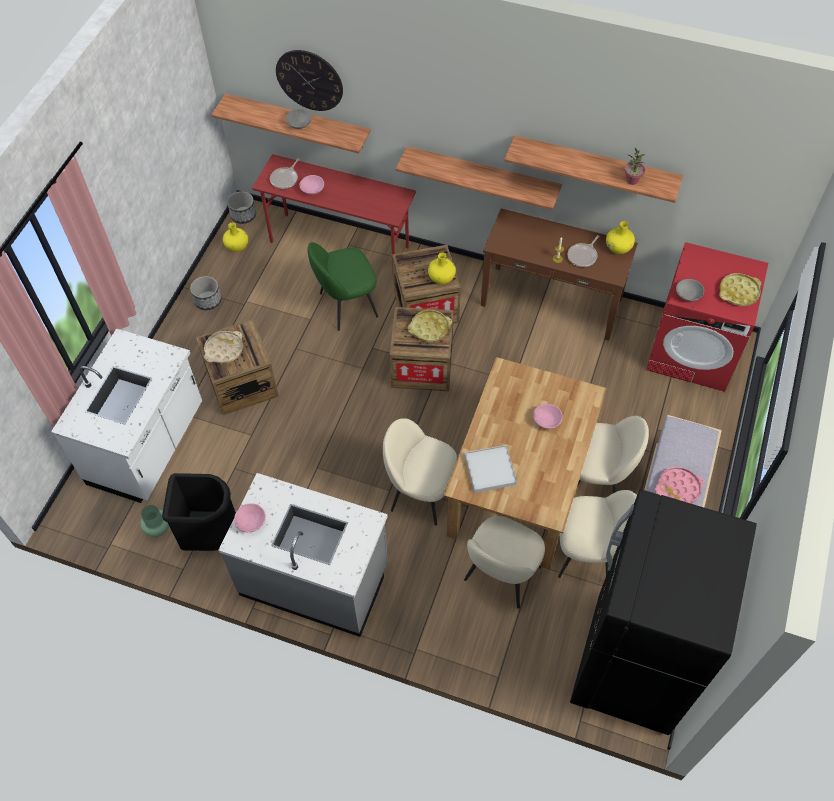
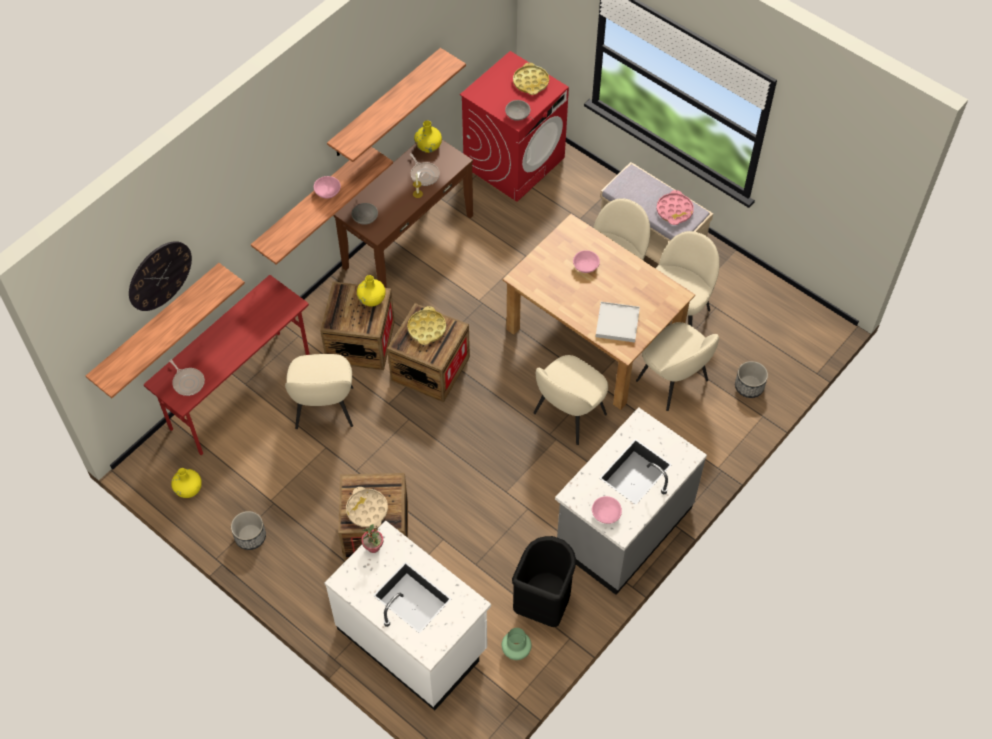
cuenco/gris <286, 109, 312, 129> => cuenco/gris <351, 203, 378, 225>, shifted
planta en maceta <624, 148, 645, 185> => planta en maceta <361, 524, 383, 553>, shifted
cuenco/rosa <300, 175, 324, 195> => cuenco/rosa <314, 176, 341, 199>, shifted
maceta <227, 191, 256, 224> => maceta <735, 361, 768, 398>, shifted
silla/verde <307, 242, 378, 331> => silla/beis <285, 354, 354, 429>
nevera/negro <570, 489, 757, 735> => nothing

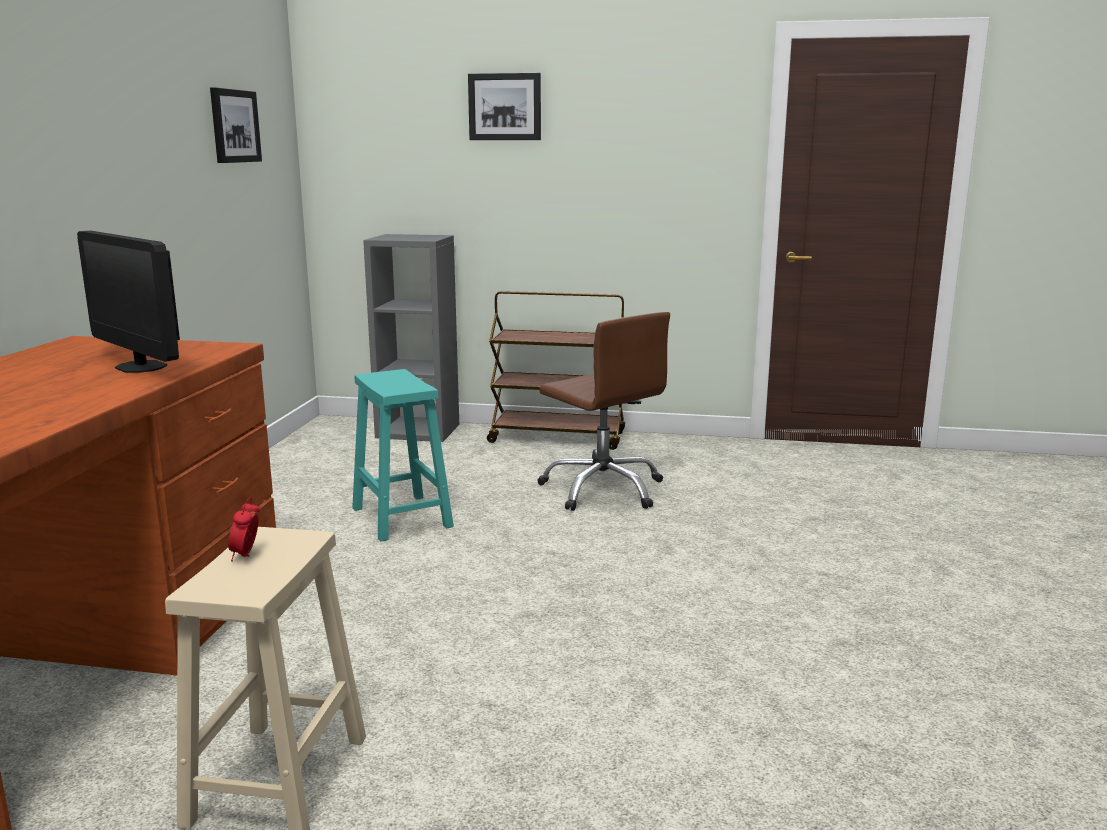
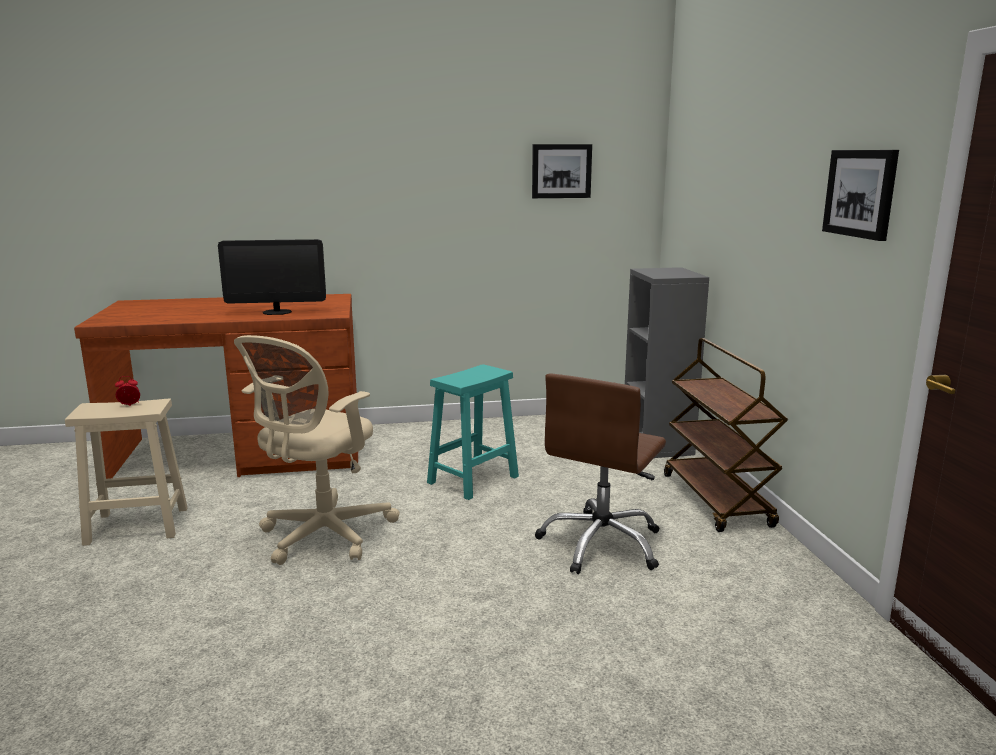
cuadro <468, 73, 541, 140> => cuadro <822, 150, 899, 241>, shifted
monitor <77, 231, 180, 373> => monitor <218, 239, 326, 315>, 120 degrees counterclockwise
nothing => silla de oficina/beis <234, 335, 400, 565>

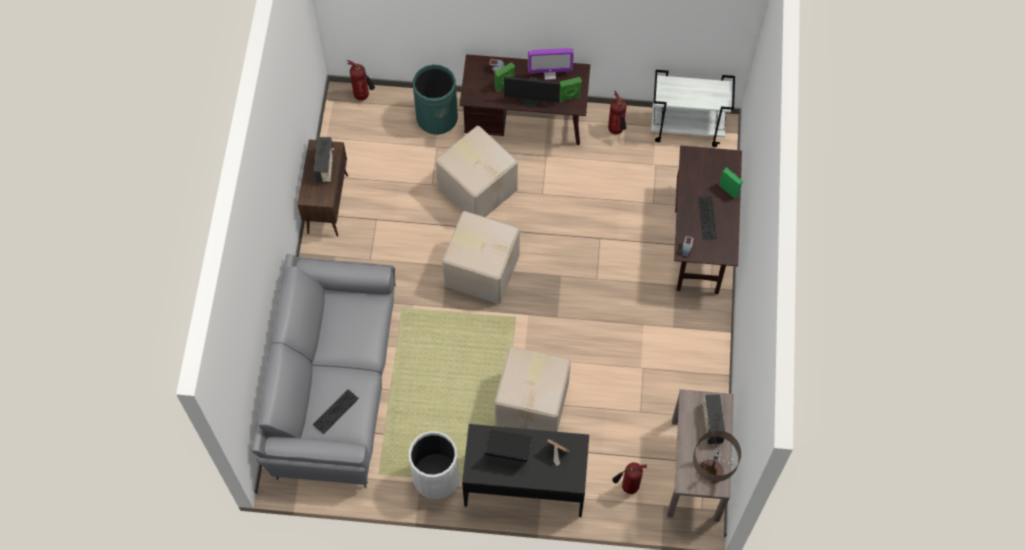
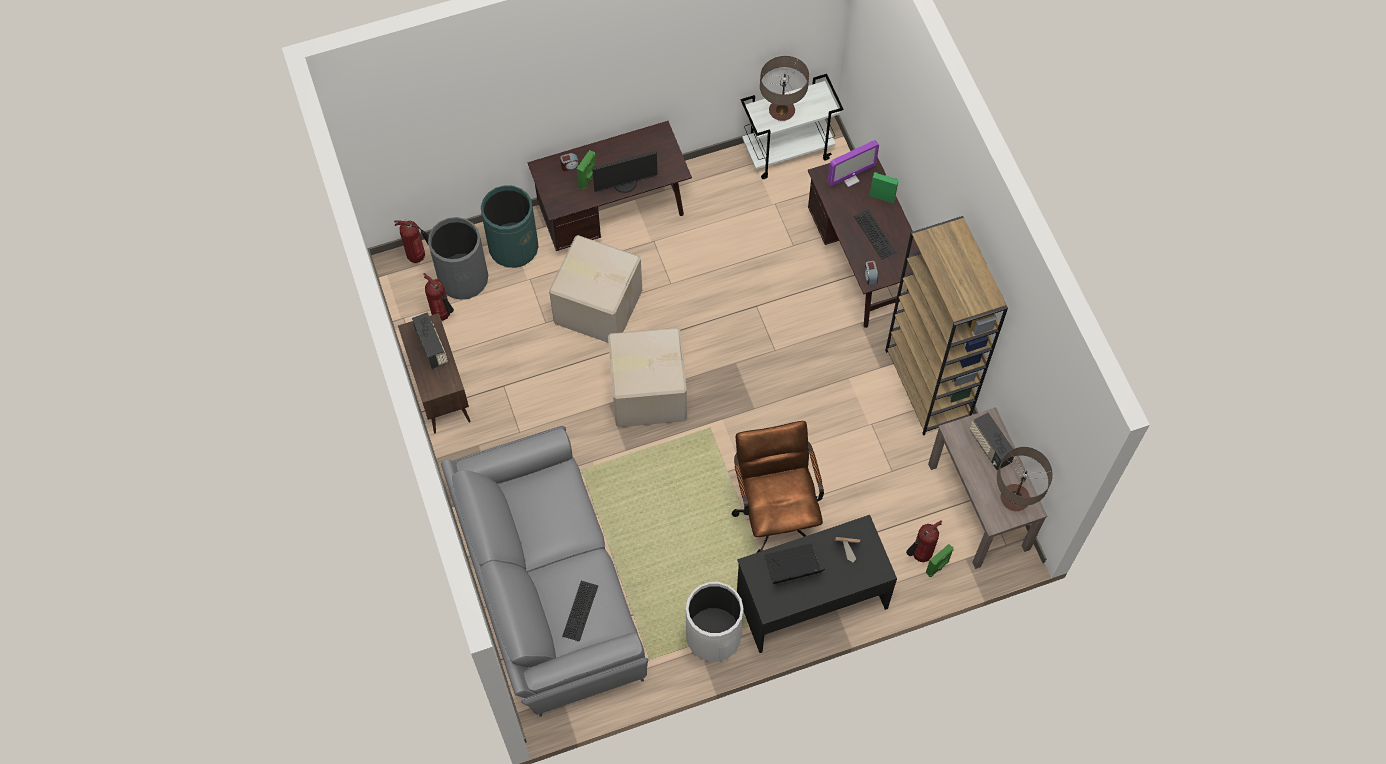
monitor <528, 48, 574, 80> => monitor <828, 140, 879, 187>, shifted
altavoz/verde <559, 77, 582, 102> => altavoz/verde <926, 544, 954, 577>, shifted
extintor <608, 91, 627, 134> => extintor <423, 273, 454, 321>, shifted
caja de cartón <495, 346, 571, 432> => silla de oficina/marrón <732, 421, 824, 552>
nothing => lámpara de mesa <760, 56, 809, 121>
nothing => estantería/marrón <885, 216, 1008, 436>
nothing => papelera/gris <428, 217, 488, 300>

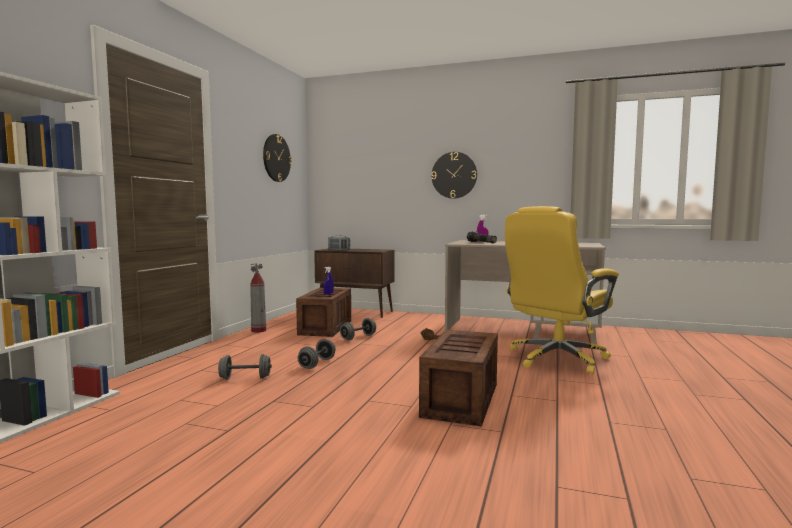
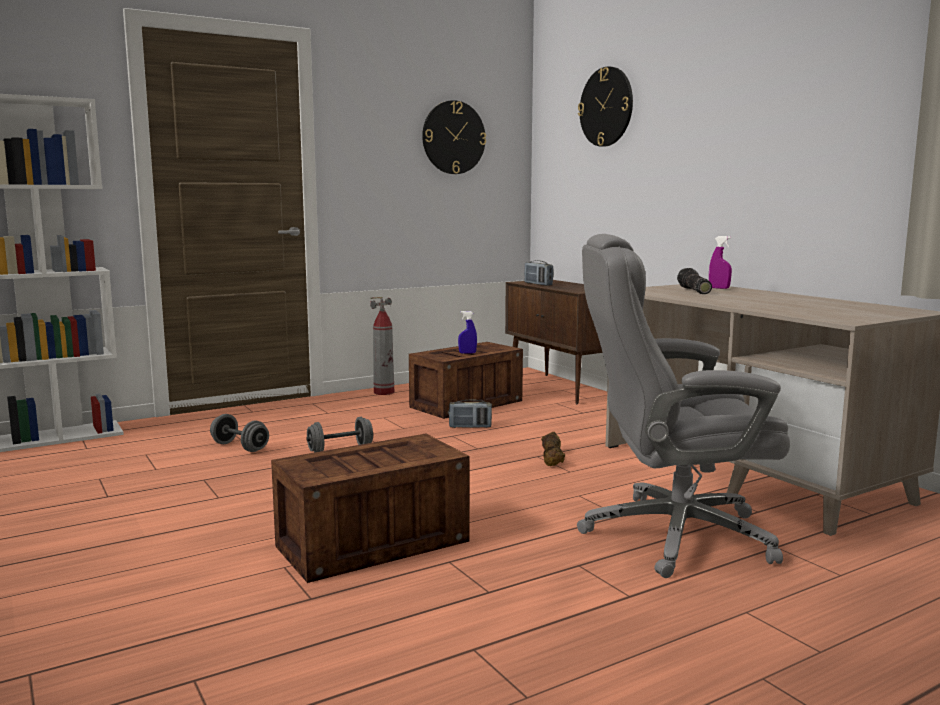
reloj de pared <431, 152, 477, 199> => reloj de pared <578, 66, 633, 147>, shifted
silla de oficina/amarillo <505, 206, 619, 374> => silla de oficina/gris <577, 234, 790, 578>
mancuerna/gris <340, 318, 376, 340> => radio <449, 399, 492, 428>

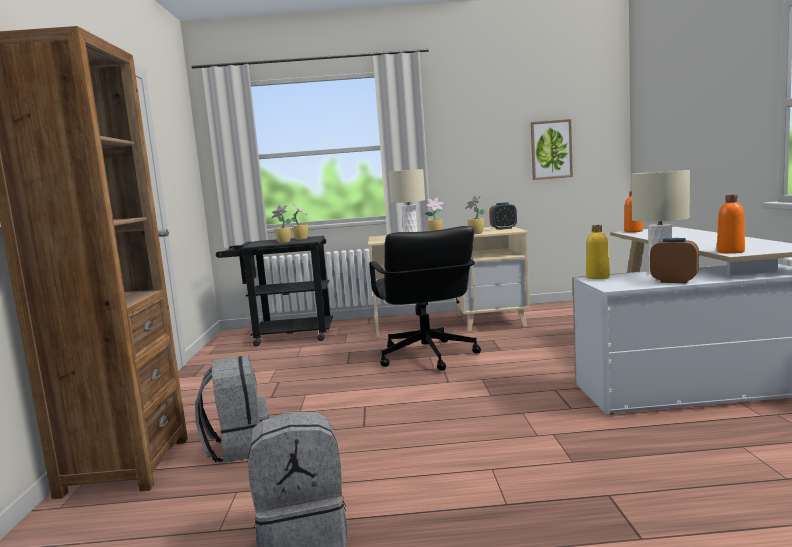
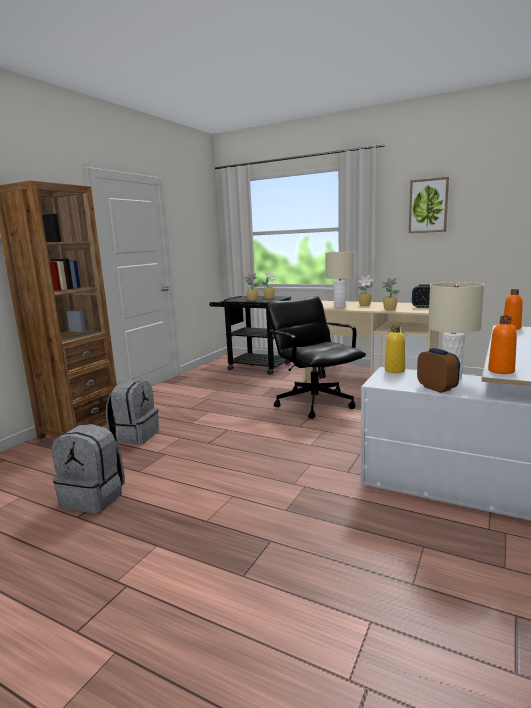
cuadro <531, 119, 573, 180> => cuadro <409, 177, 449, 233>, shifted
silla de oficina/negro <369, 226, 481, 371> => silla de oficina/negro <266, 296, 366, 419>, 135 degrees clockwise

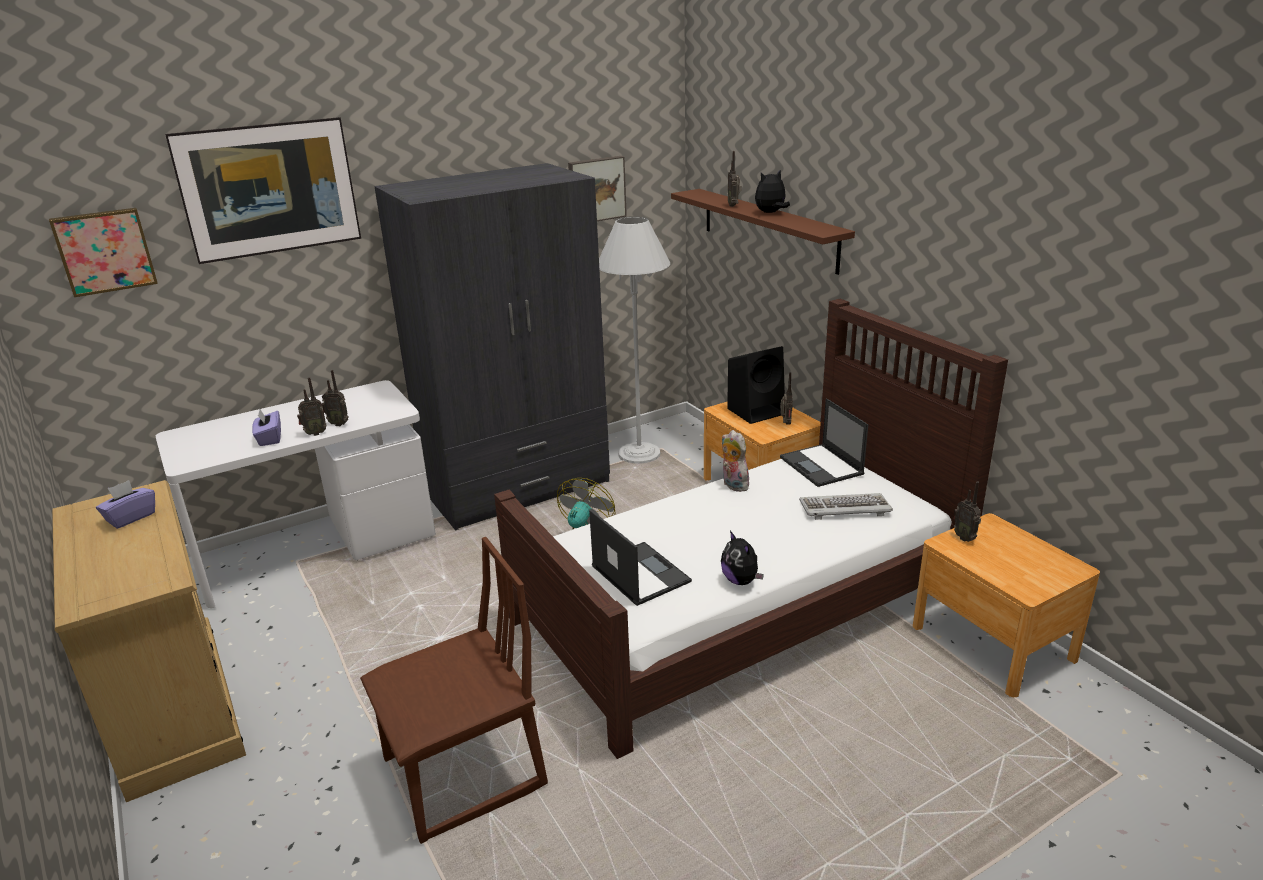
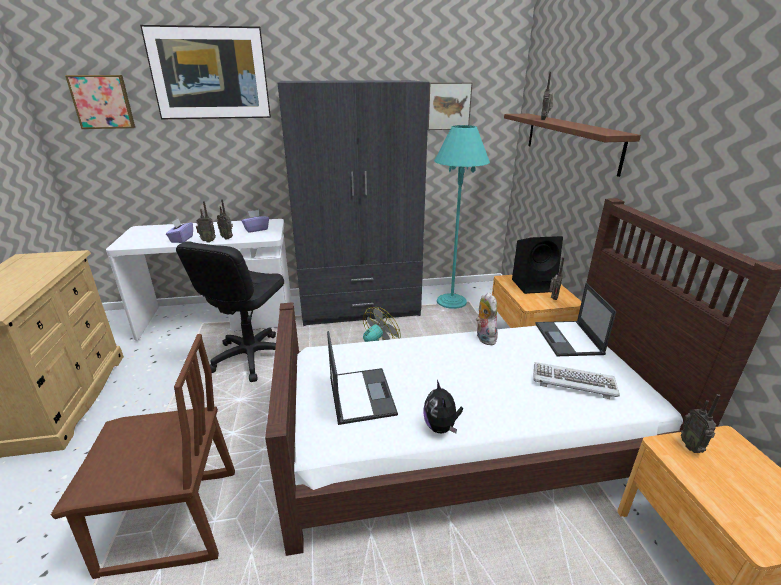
peluche <755, 169, 790, 213> => nothing
lámpara de pie/blanco <599, 216, 670, 464> => lámpara de pie/turquesa <434, 125, 490, 309>
caja de pañuelos/morado <96, 480, 155, 529> => caja de pañuelos/morado <241, 210, 269, 233>, shifted
nothing => silla de oficina/negro <176, 241, 284, 382>

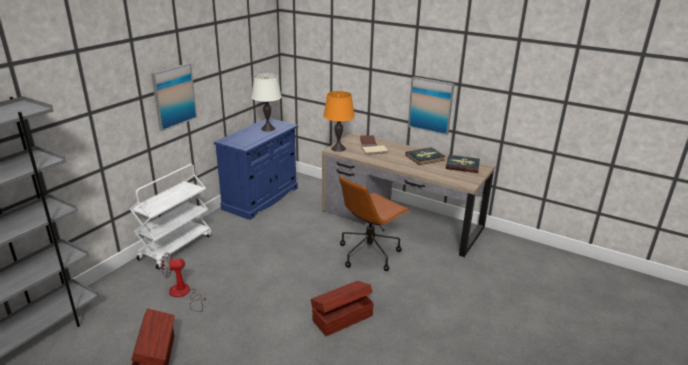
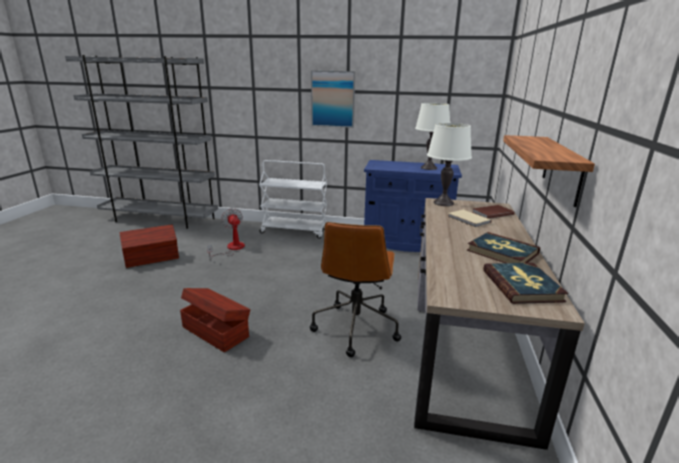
cuadro <408, 77, 454, 135> => estante <503, 135, 595, 207>
lámpara de mesa/naranja <323, 91, 355, 152> => lámpara de mesa/blanco <427, 123, 472, 206>
silla de oficina/marrón <339, 175, 410, 271> => silla de oficina/marrón <310, 222, 401, 357>, 105 degrees counterclockwise

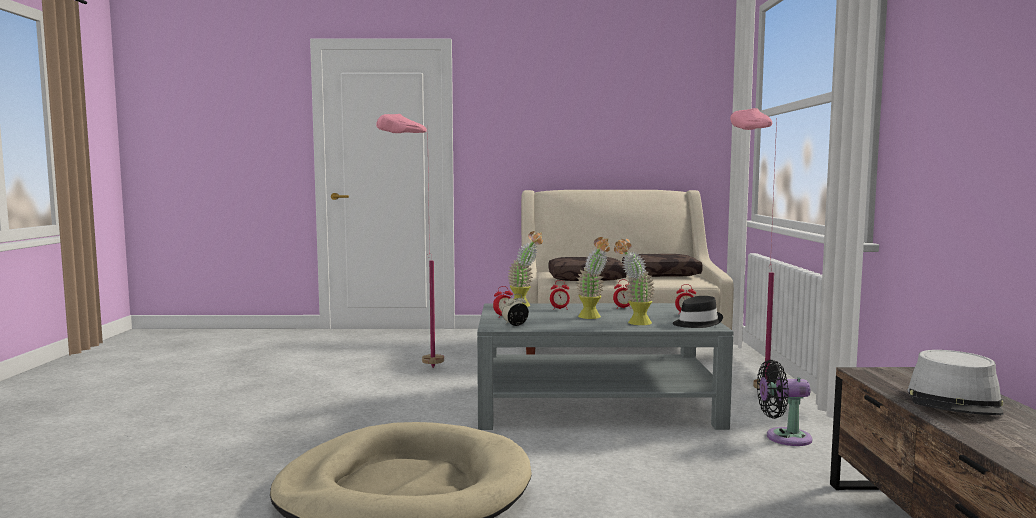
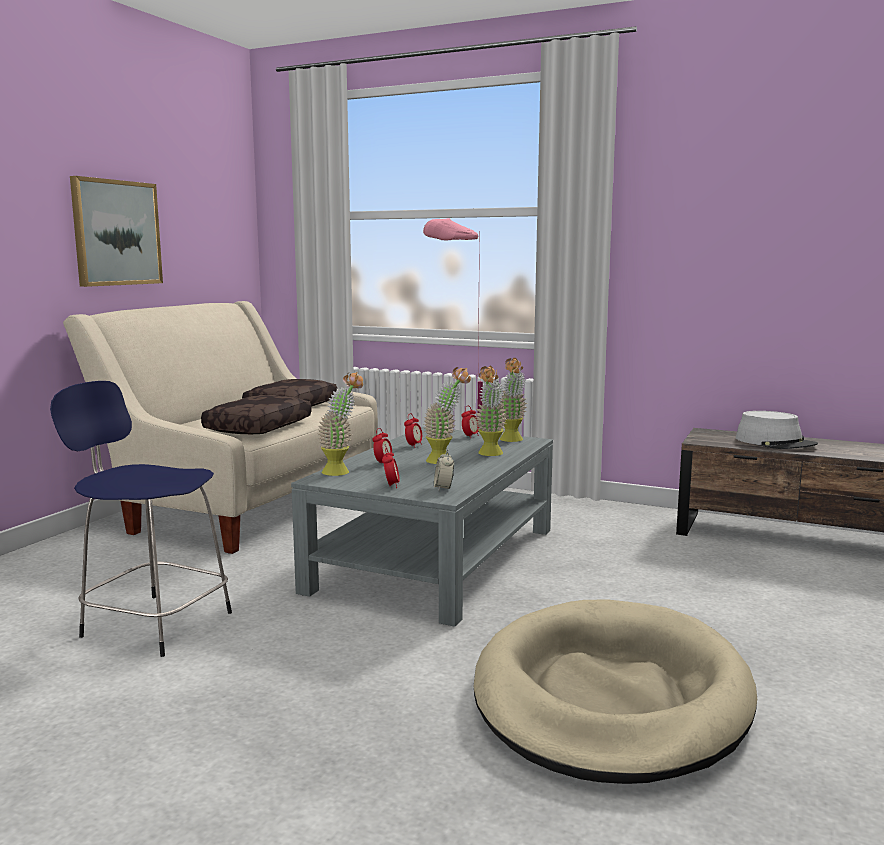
lámpara de pie/rosa <376, 114, 444, 368> => taburete/azul <50, 381, 232, 657>
sombrero/negro <673, 296, 723, 328> => planta en maceta <500, 358, 527, 442>
ventilador/negro <757, 360, 812, 446> => nothing
nothing => cuadro <70, 176, 163, 287>

